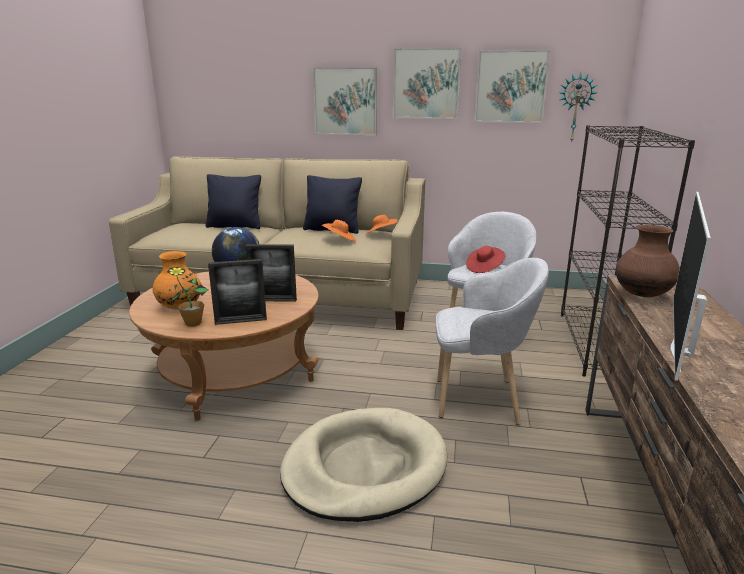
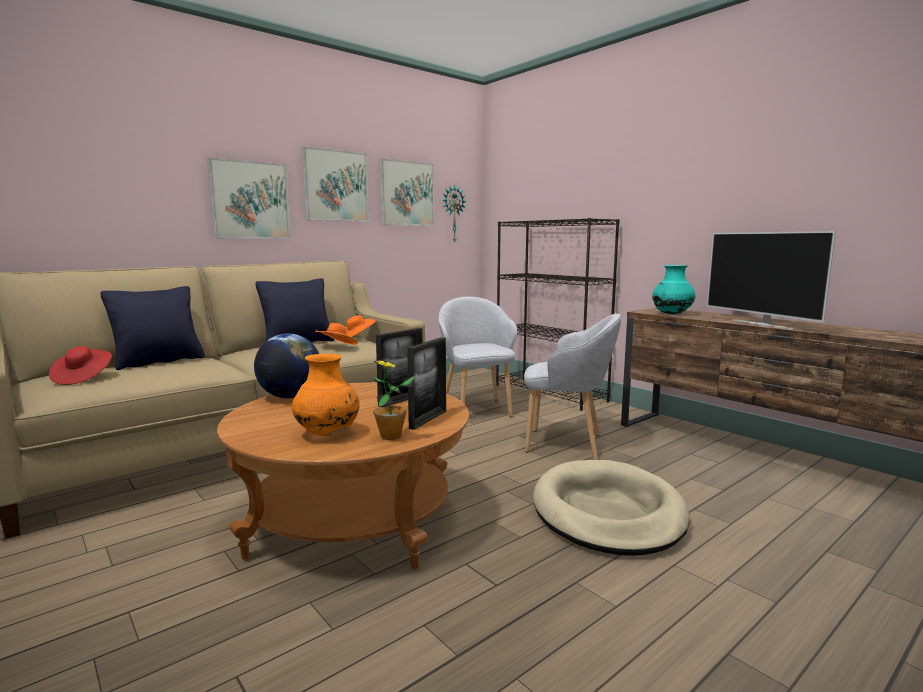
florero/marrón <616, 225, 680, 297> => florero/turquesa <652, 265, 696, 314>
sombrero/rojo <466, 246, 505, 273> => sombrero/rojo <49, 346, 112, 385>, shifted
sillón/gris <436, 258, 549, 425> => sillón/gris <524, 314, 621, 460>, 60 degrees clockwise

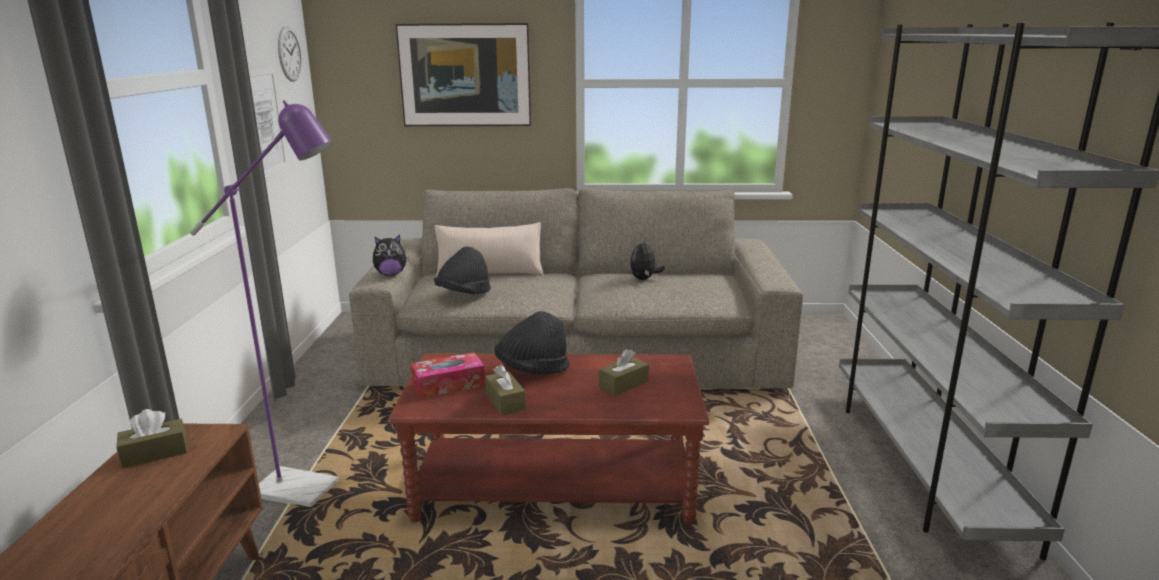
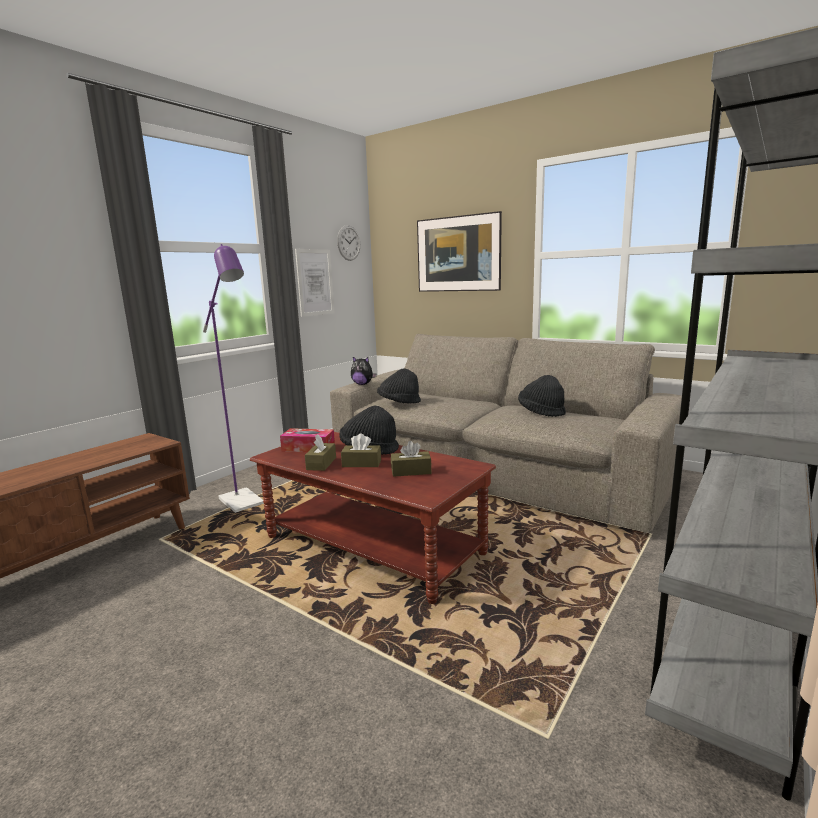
cojín/beis <435, 222, 543, 278> => nothing
peluche <630, 238, 665, 280> => sombrero/negro <518, 375, 566, 417>
caja de pañuelos/marrón <116, 409, 187, 468> => caja de pañuelos/marrón <341, 433, 381, 467>, shifted

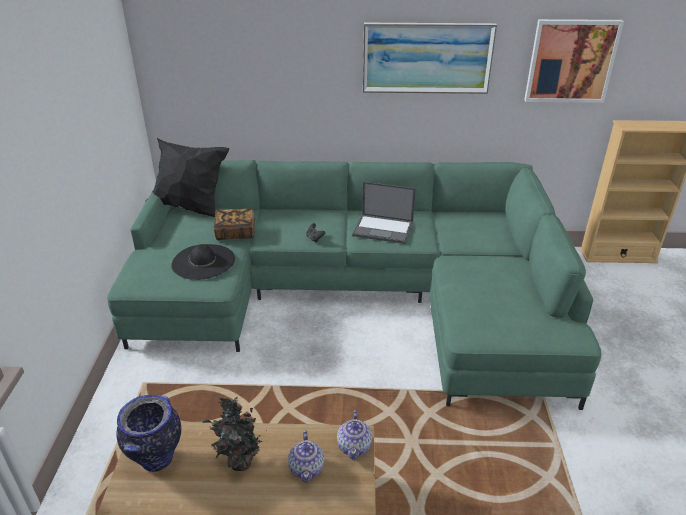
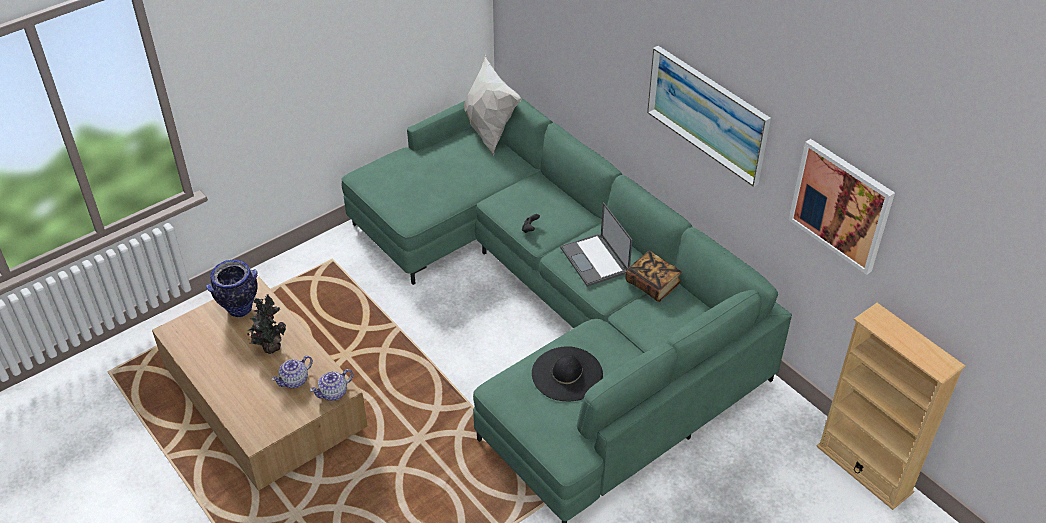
cojín/negro <145, 138, 229, 217> => cojín/blanco <464, 54, 522, 156>
libro <214, 208, 255, 240> => libro <625, 251, 682, 302>, shifted
sombrero/negro <171, 244, 235, 280> => sombrero/negro <532, 346, 603, 401>, shifted

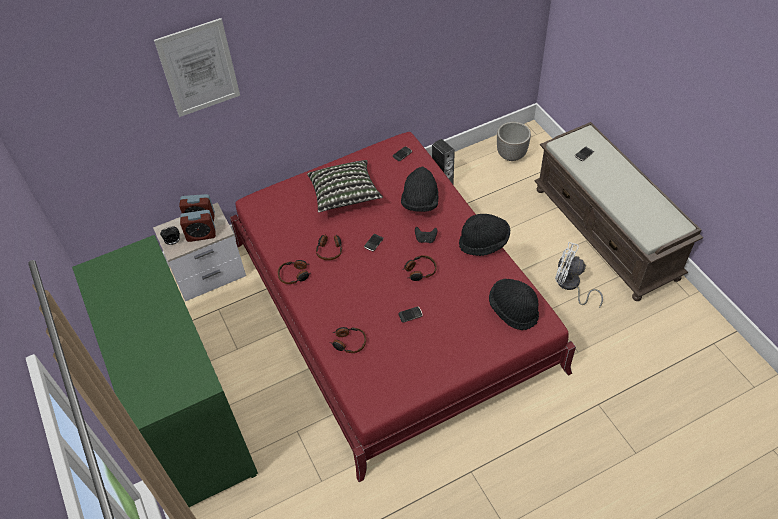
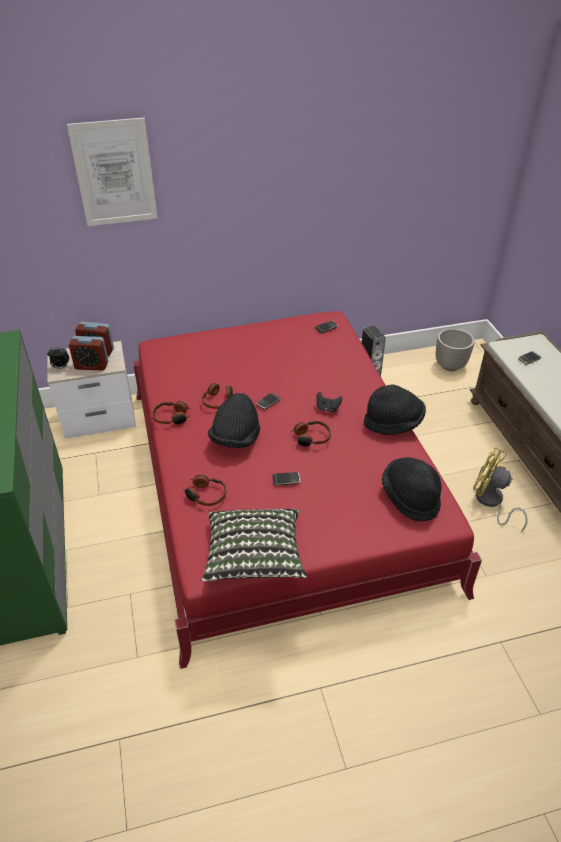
cojín <307, 160, 383, 212> => cojín <202, 509, 307, 582>, shifted
sombrero/negro <401, 167, 438, 212> => sombrero/negro <208, 393, 260, 448>, shifted
ventilador/blanco <555, 242, 603, 308> => ventilador/amarillo <473, 448, 528, 532>

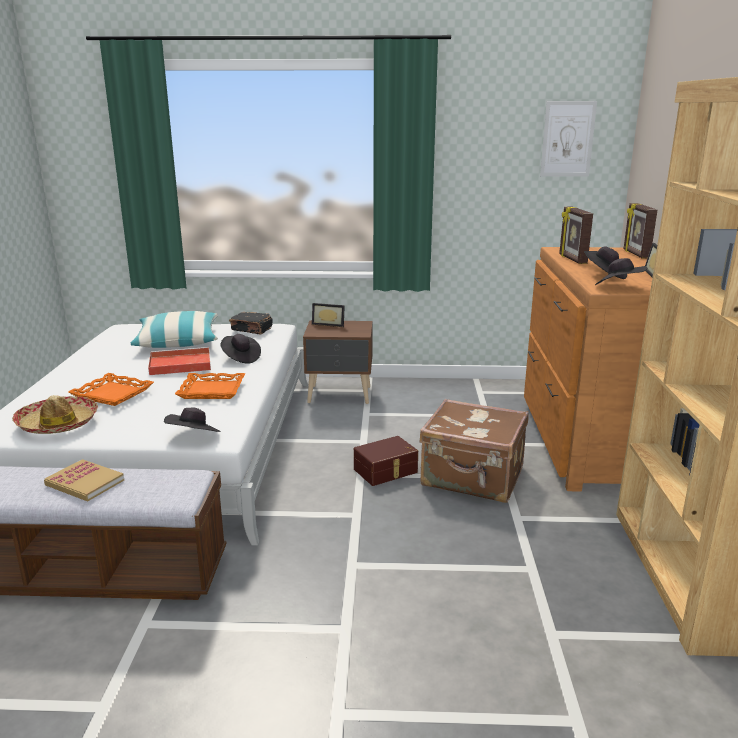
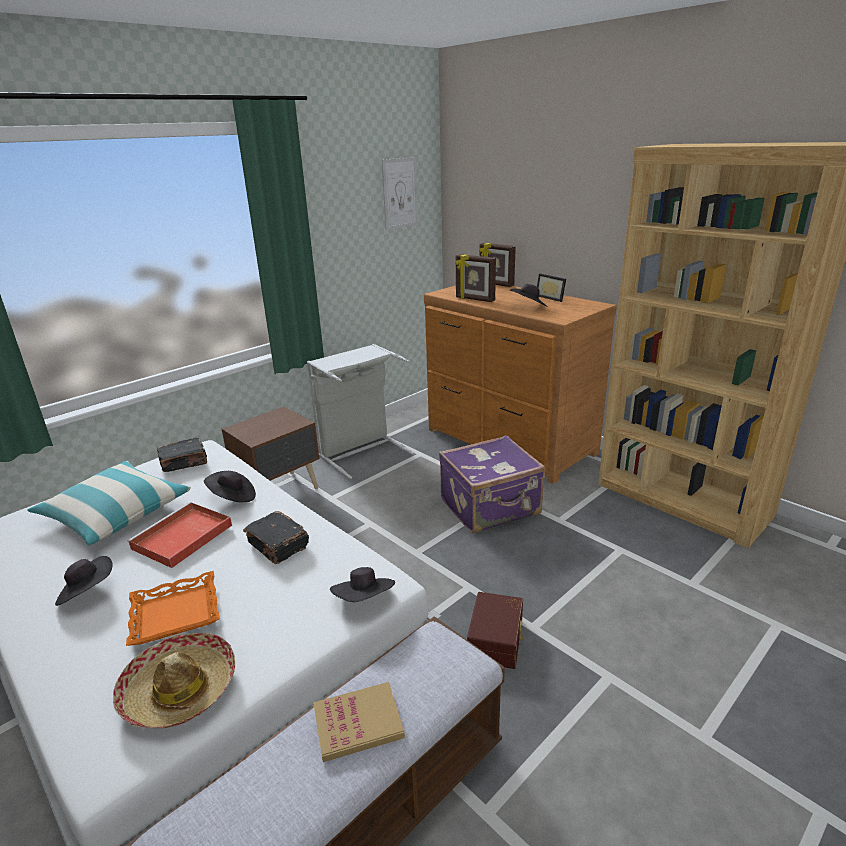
sombrero/negro <595, 258, 647, 285> => sombrero/negro <55, 556, 113, 606>, shifted
portarretratos <312, 303, 345, 327> => nothing
bandeja/naranja <175, 373, 245, 399> => libro/negro <243, 511, 309, 564>
maleta/marrón <420, 399, 529, 503> => maleta/morado <439, 435, 545, 533>
caja de almacenaje/marrón <354, 436, 418, 486> => caja de almacenaje/marrón <467, 592, 524, 669>, shifted
nothing => cesto de la ropa/gris <307, 344, 414, 479>

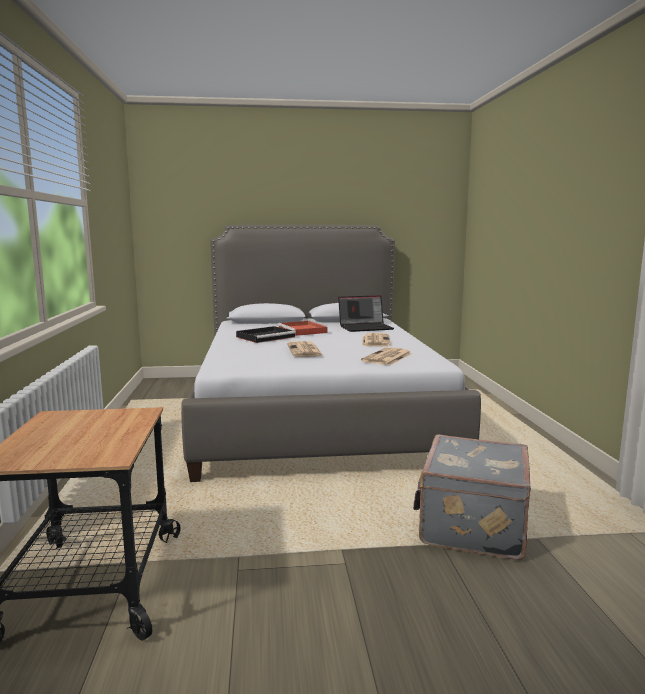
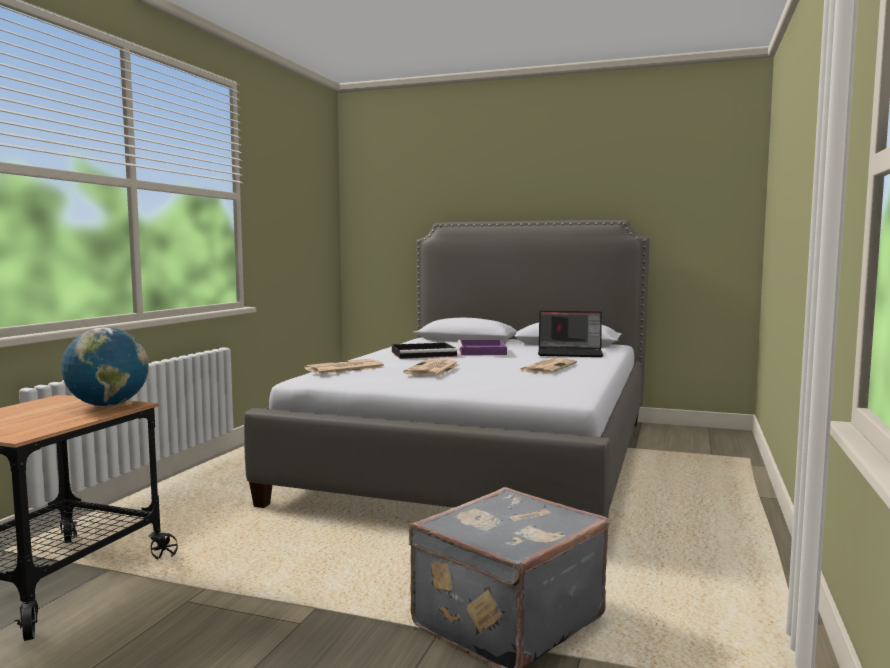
bandeja/rojo <277, 321, 328, 336> => bandeja/morado <457, 340, 507, 355>
periódico <361, 347, 412, 365> => periódico <304, 359, 385, 375>, shifted
nothing => globo terráqueo <61, 327, 149, 407>

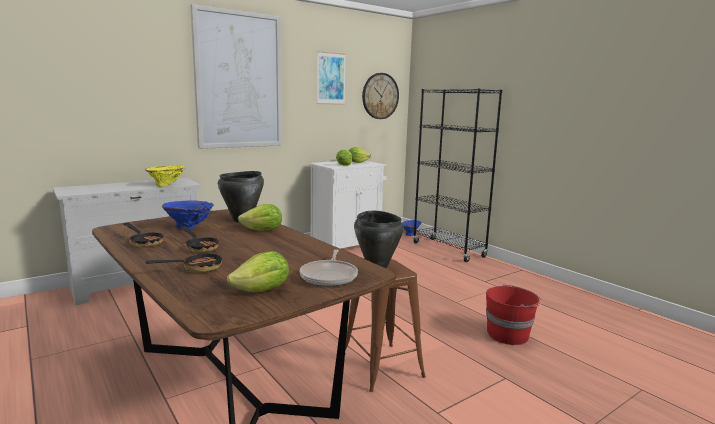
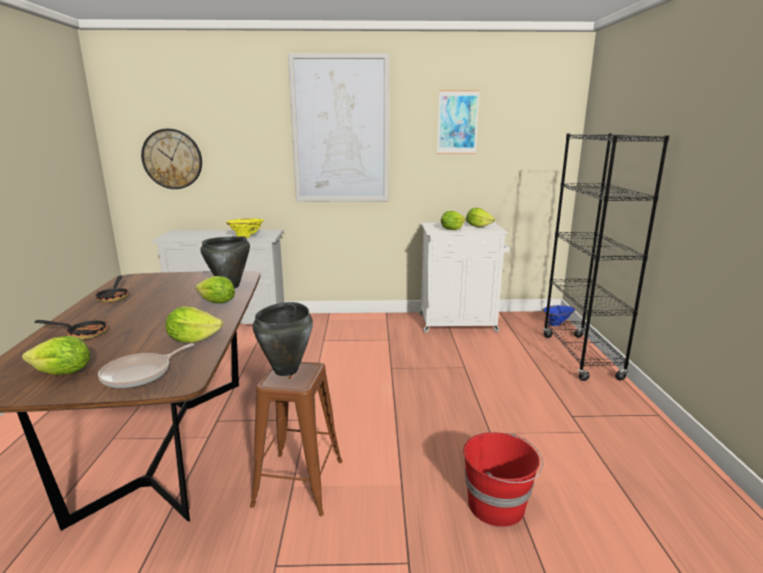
reloj de pared <362, 73, 399, 119> => reloj de pared <141, 129, 202, 189>, shifted
florero/azul <162, 200, 214, 229> => nothing
sartén <181, 226, 219, 253> => nothing
nothing => lechuga <165, 306, 223, 343>

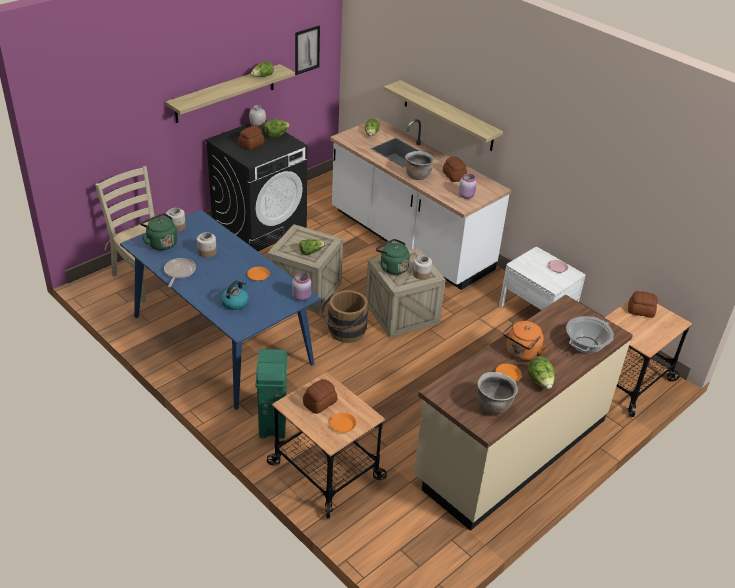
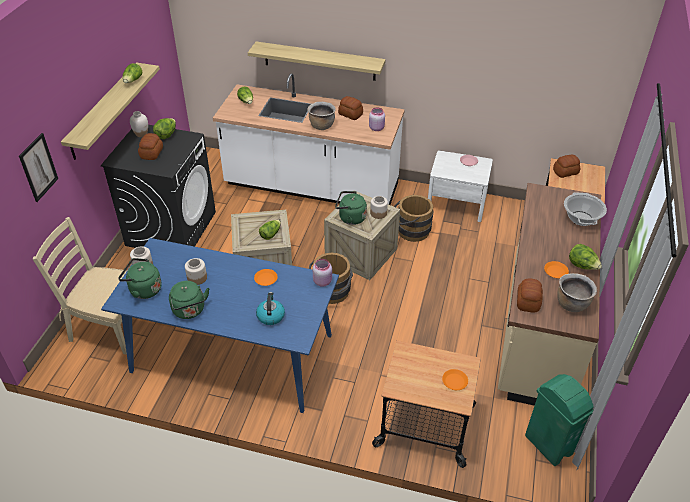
cuadro <295, 25, 320, 75> => cuadro <19, 133, 58, 202>, shifted
sartén <164, 258, 196, 287> => hervidor/verde <169, 281, 210, 319>
hervidor/naranja <503, 321, 548, 361> => nothing
papelera/verde <255, 349, 288, 439> => papelera/verde <525, 374, 594, 466>, shifted
pan <303, 379, 338, 414> => pan <517, 278, 543, 313>, shifted
nothing => cubo/marrón <394, 195, 434, 242>

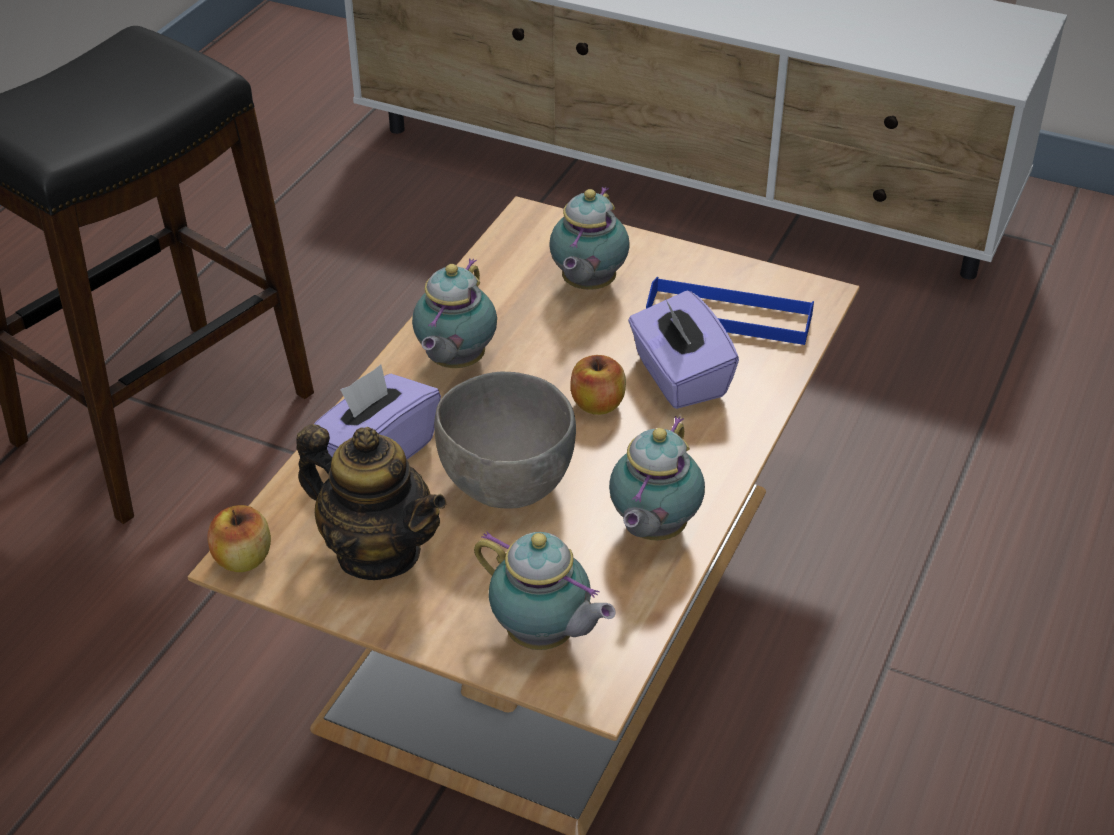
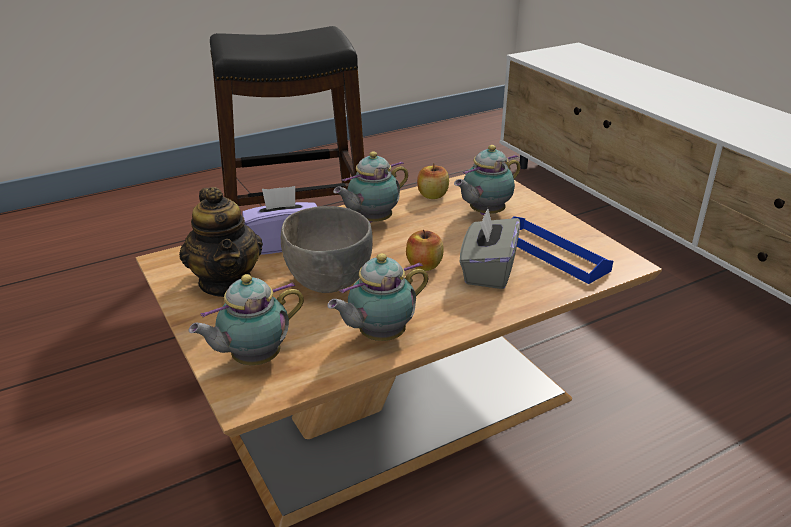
caja de pañuelos/morado <628, 290, 739, 409> => caja de pañuelos/gris <460, 208, 520, 289>
manzana <207, 505, 271, 572> => manzana <417, 163, 449, 199>, shifted
tetera <474, 531, 616, 650> => tetera <188, 274, 304, 365>, 75 degrees clockwise

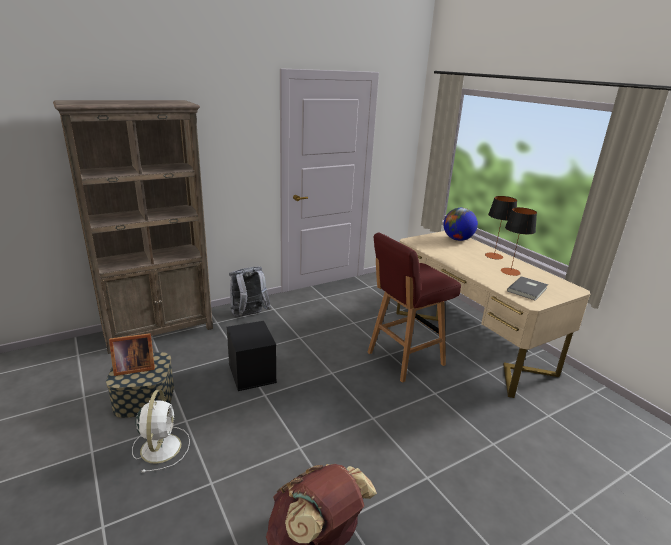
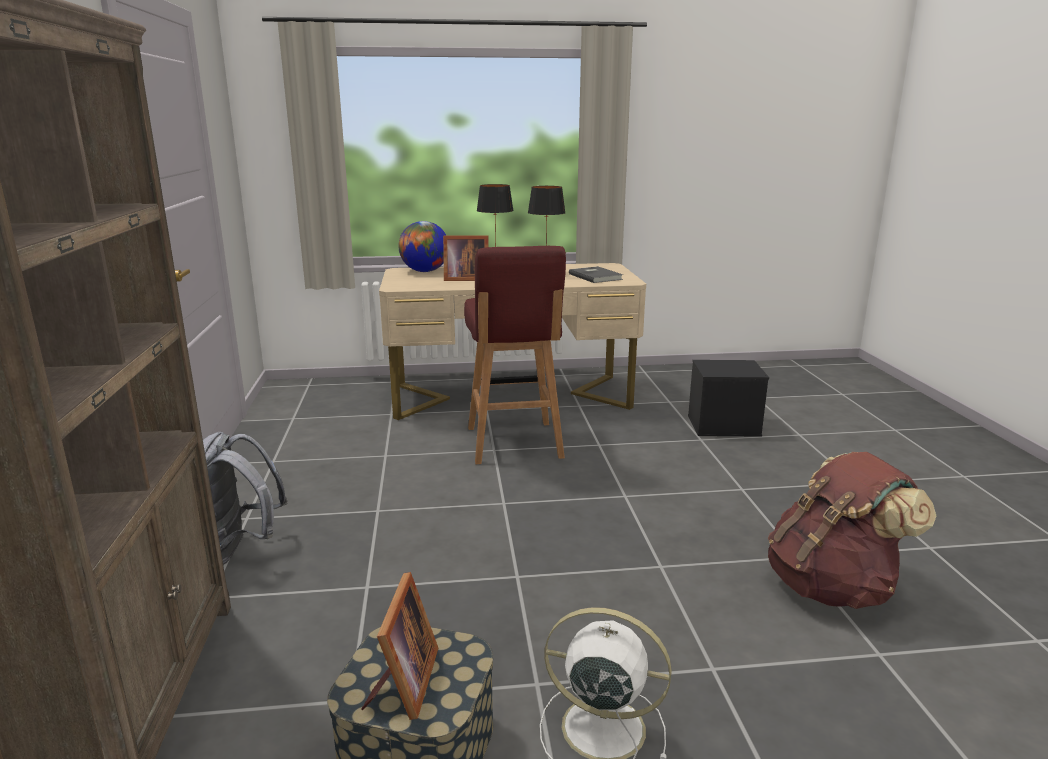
caja de almacenaje/negro <227, 321, 277, 391> => caja de almacenaje/negro <688, 360, 769, 437>, shifted
nothing => portarretratos <443, 235, 488, 281>

